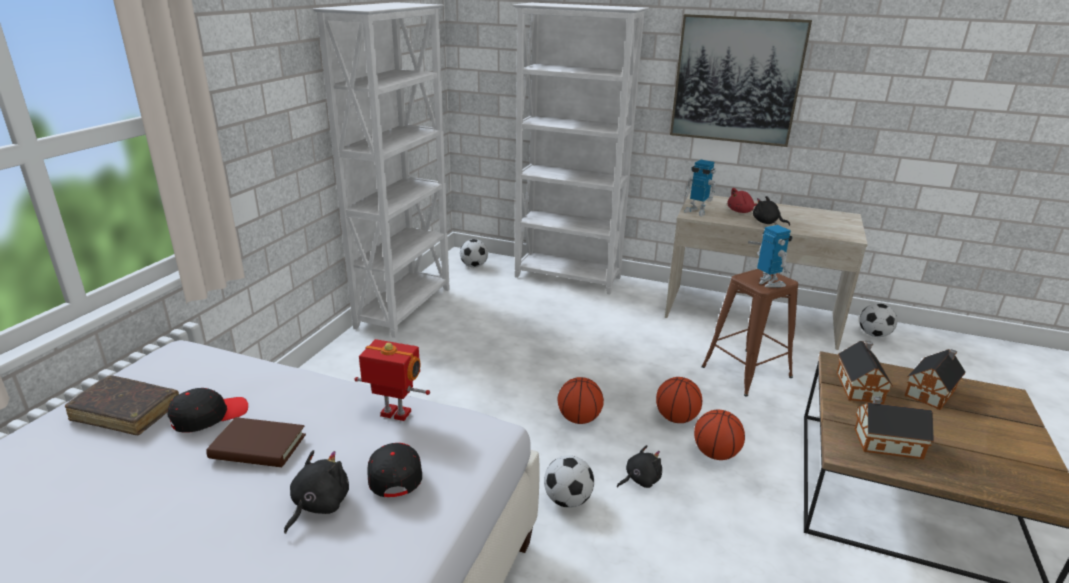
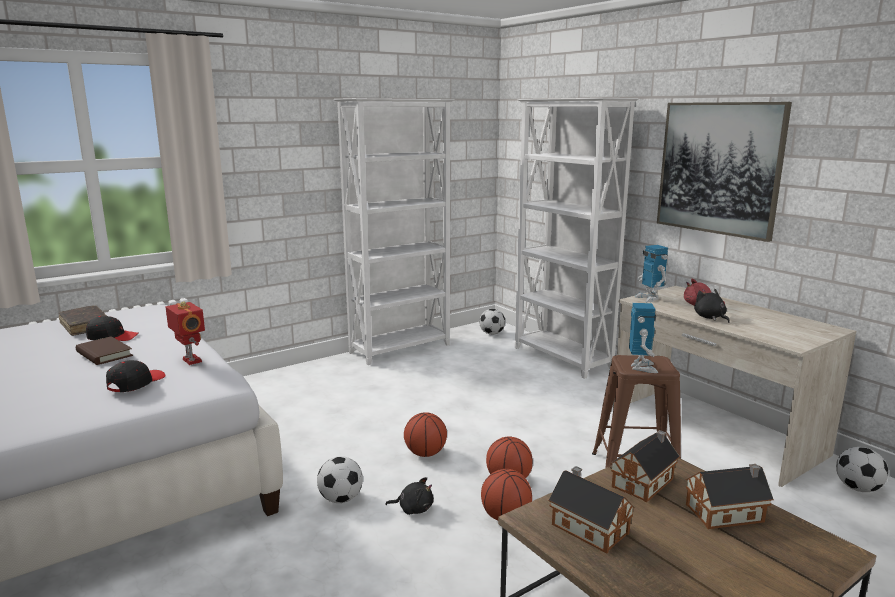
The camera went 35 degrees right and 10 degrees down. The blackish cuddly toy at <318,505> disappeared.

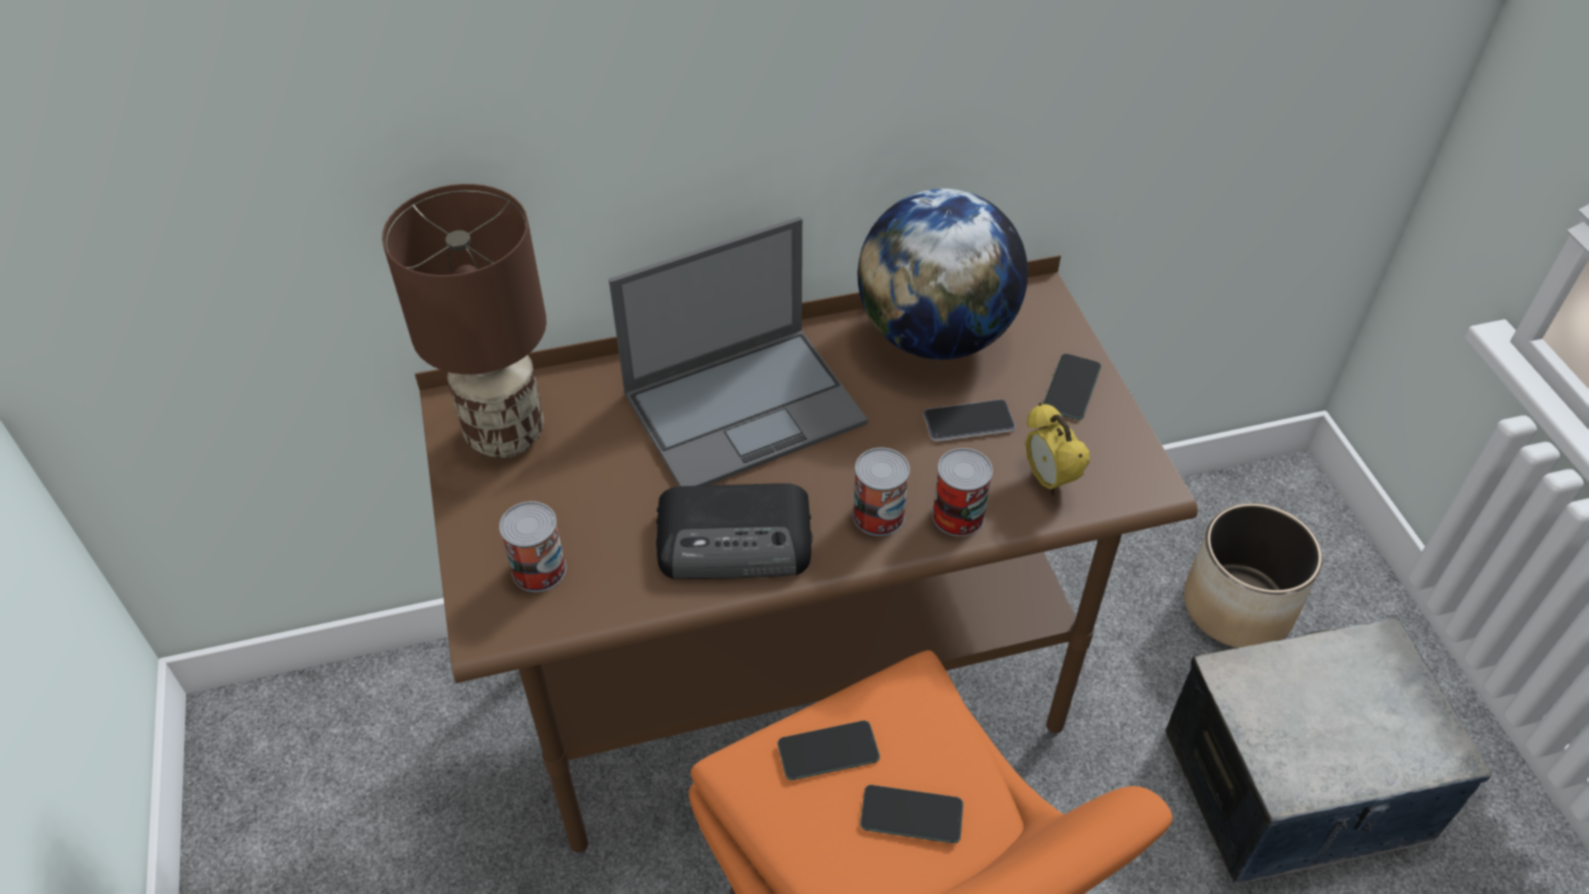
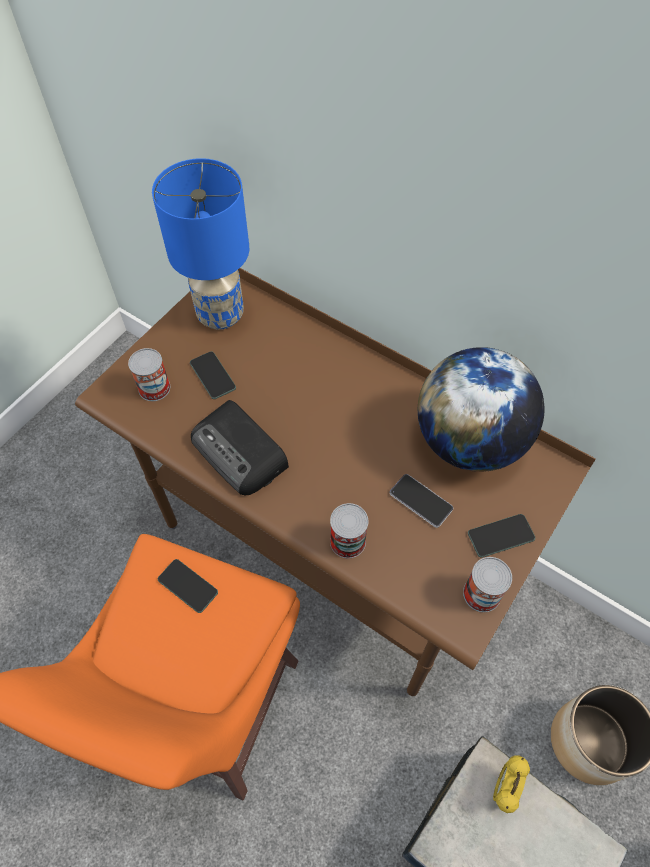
The camera went 50 degrees right and 10 degrees up. The notebook computer at <746,407> disappeared. The sealed can moved from <878,515> to <481,594>. The telephone moved from <911,815> to <212,375>. The bedside clock moved from <1048,480> to <504,788>. The brown tabletop lamp at <505,435> became the blue tabletop lamp at <219,315>.

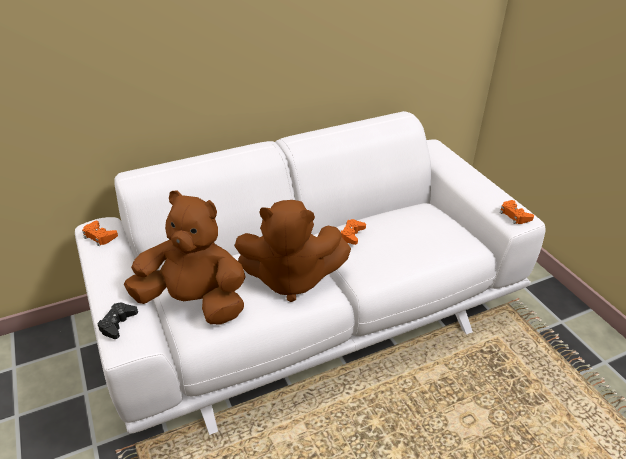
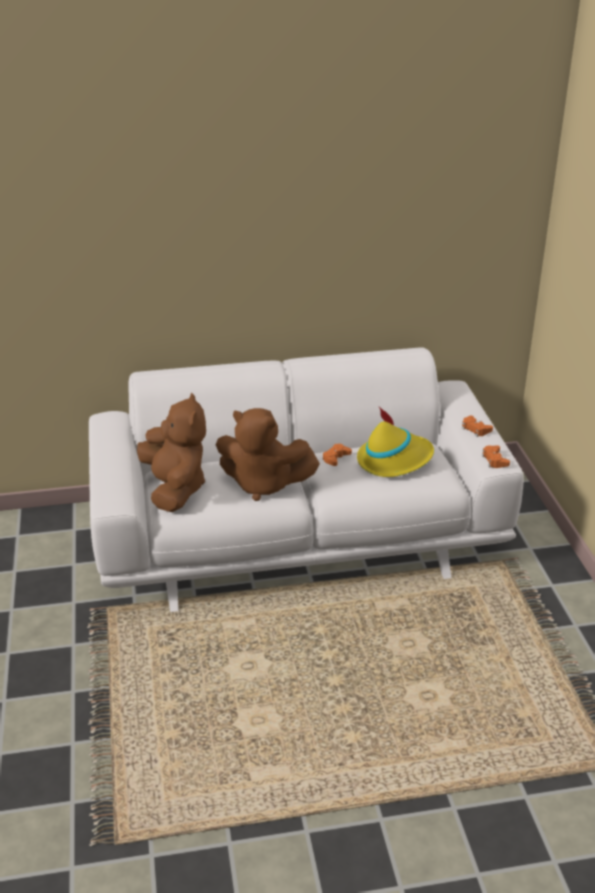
The camera went 15 degrees right and 5 degrees down. The blackish joypad at <118,323> disappeared. The yellowish hat at <394,460> appeared. The orange joypad moved from <100,236> to <475,429>. The brown cuddly toy at <194,302> turned 45 degrees clockwise.

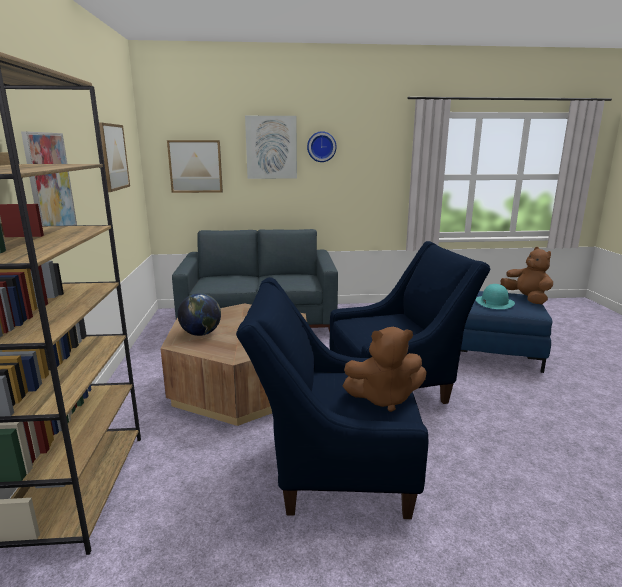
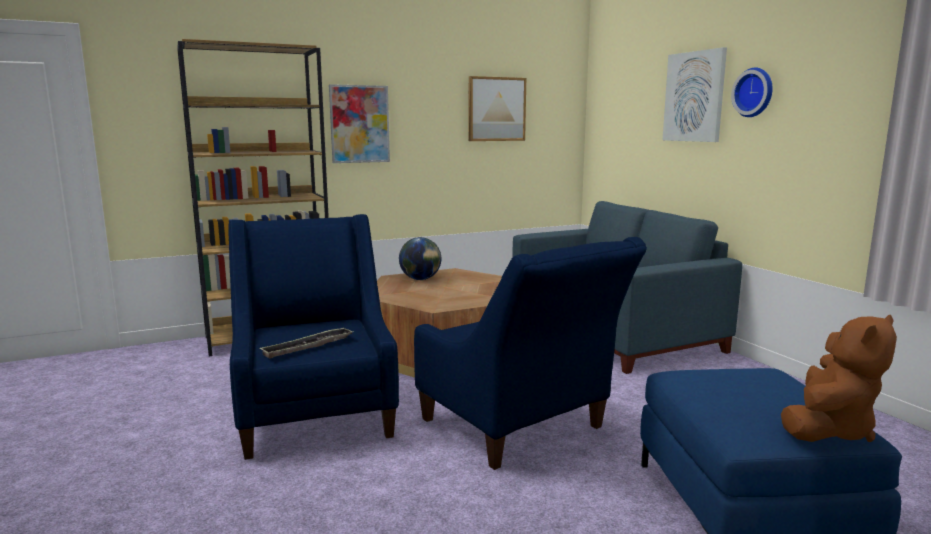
The camera went 70 degrees right and 5 degrees down. The wall picture at <195,166> disappeared. The turquoise hat at <494,302> disappeared. The brown cuddly toy at <384,398> was replaced by the tray at <308,347>.

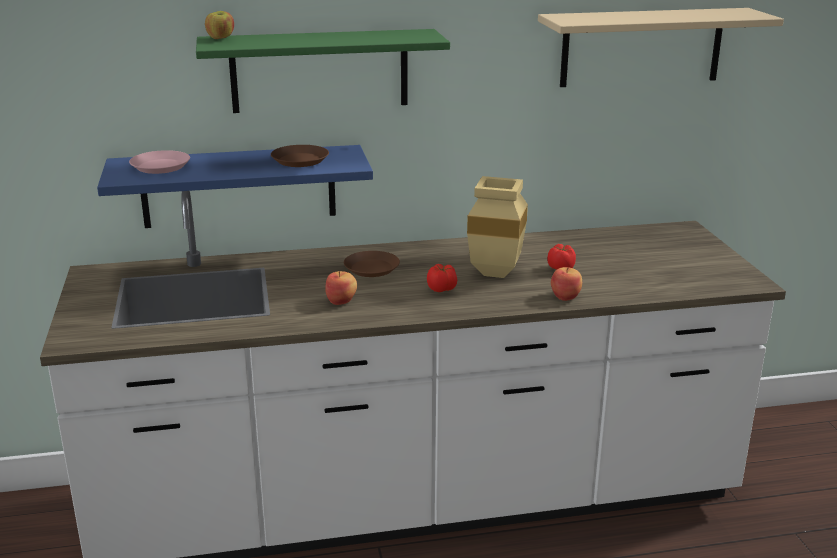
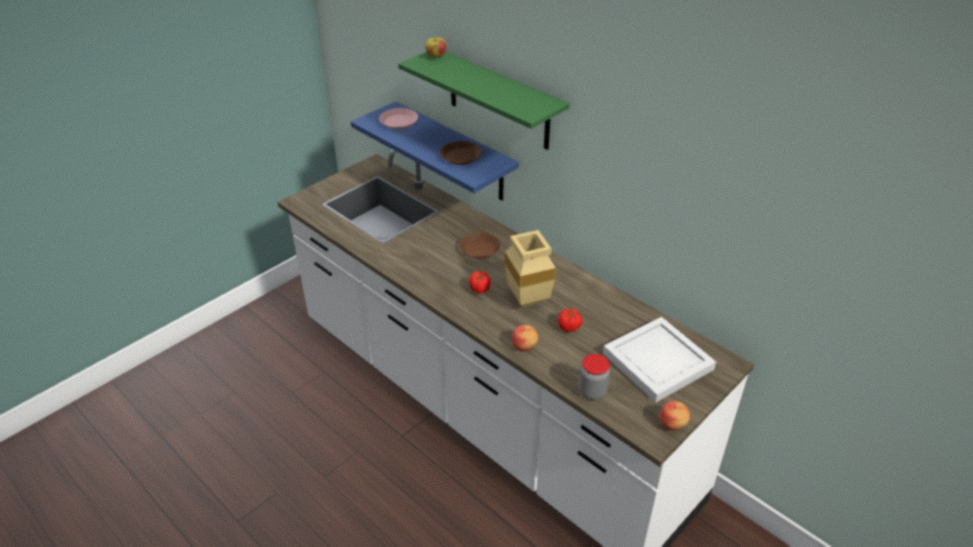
The camera went 55 degrees right and 15 degrees up. The sand-coloured wall shelf at <641,47> disappeared. The preserve jar at <592,392> appeared. The white-coloured tray at <657,360> appeared. The apple moved from <341,301> to <672,424>.

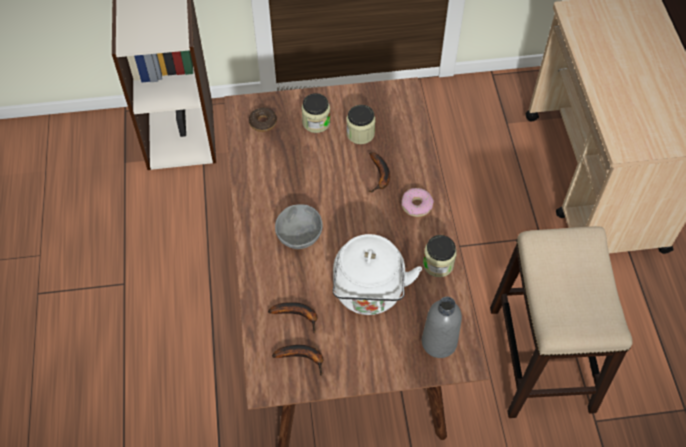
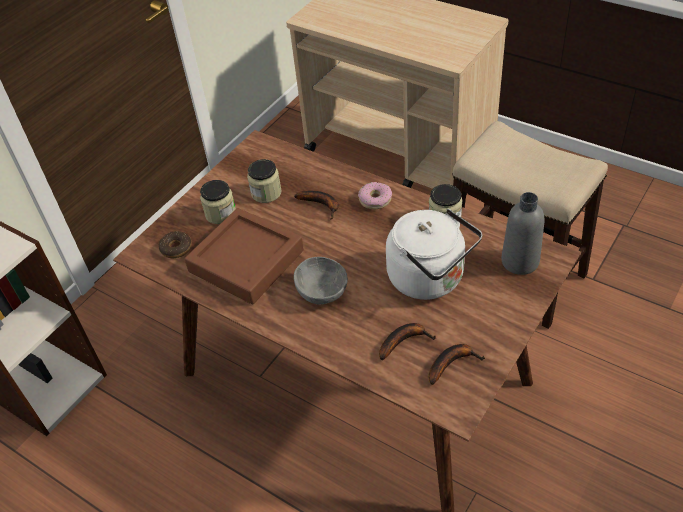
The camera went 45 degrees left and 10 degrees down. The brown tray at <246,261> appeared.

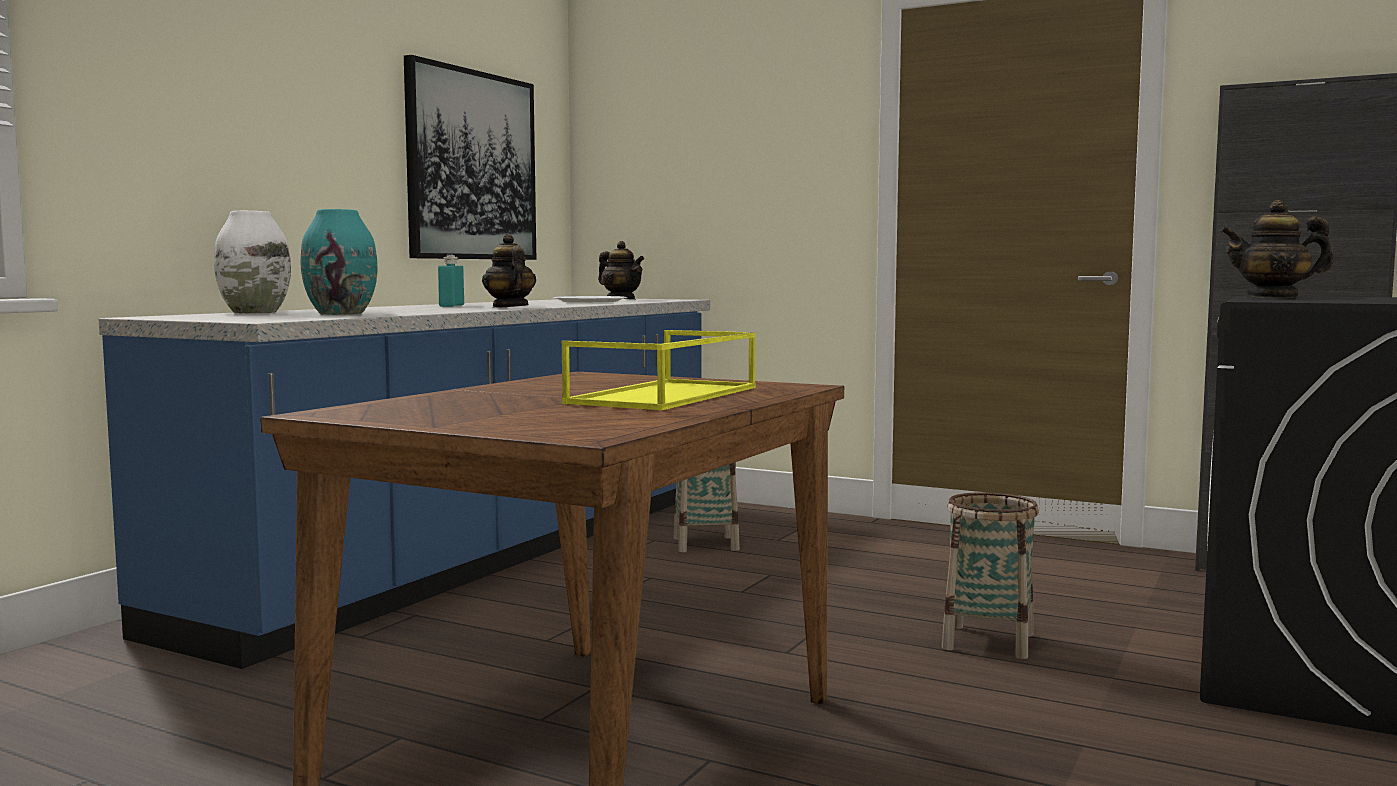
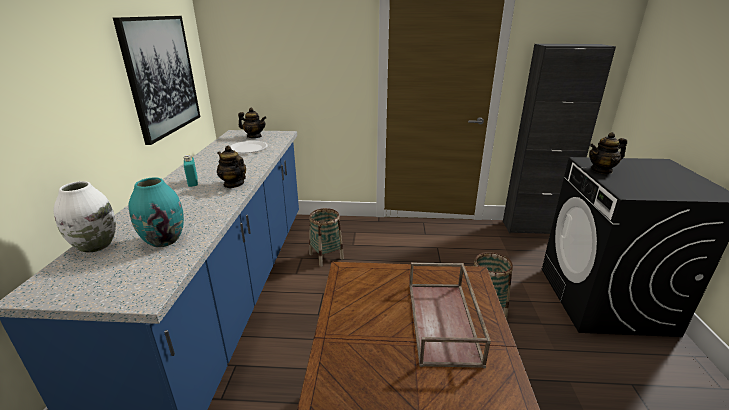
The camera went 25 degrees left and 20 degrees up. The yellowish tray at <665,395> became the brown tray at <444,322>.

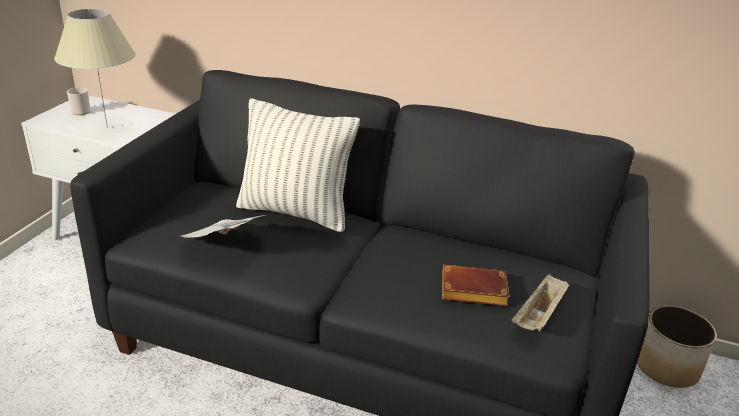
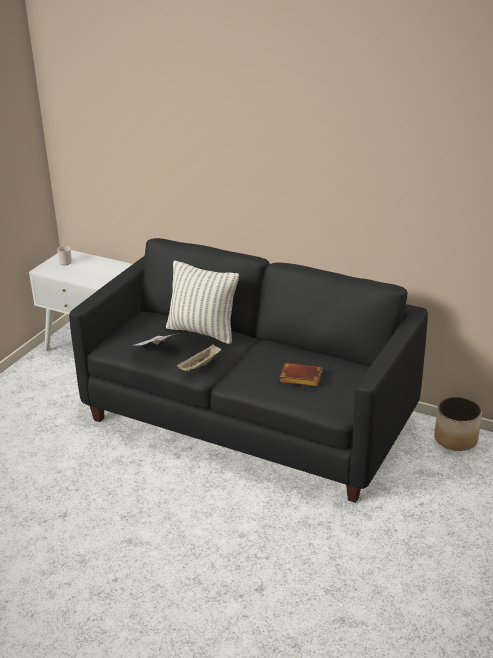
The camera went 10 degrees right and 0 degrees up. The sand-coloured tabletop lamp at <106,127> disappeared. The sand-coloured tray moved from <539,316> to <200,366>.

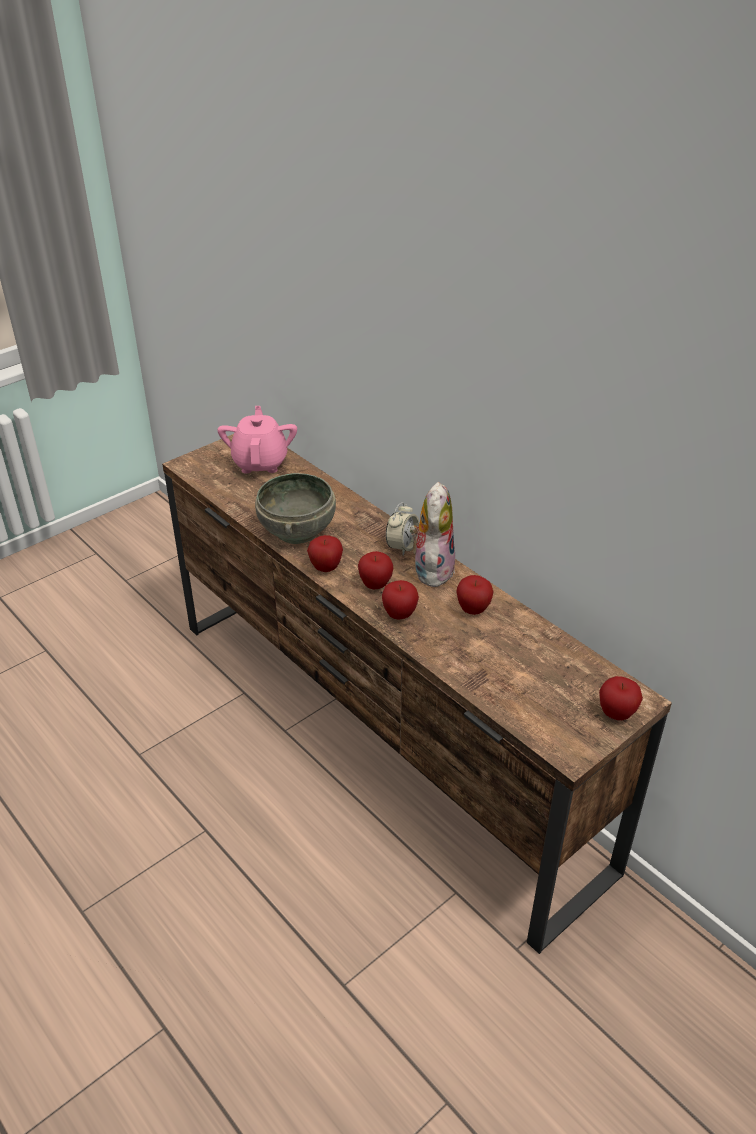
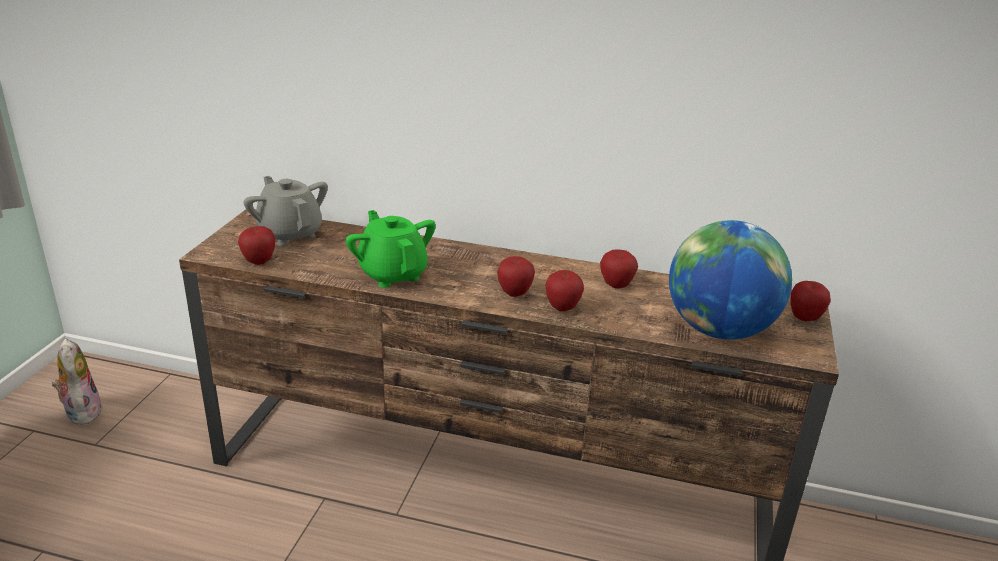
The camera went 35 degrees left and 10 degrees down. The bedside clock at <402,546> disappeared. The world globe at <718,330> appeared. The apple moved from <325,568> to <259,261>. The cuddly toy moved from <431,569> to <81,411>. The gray deep dish at <298,530> was replaced by the green tea pot at <392,274>. The pink-coloured tea pot at <260,462> became the gray tea pot at <290,233>.

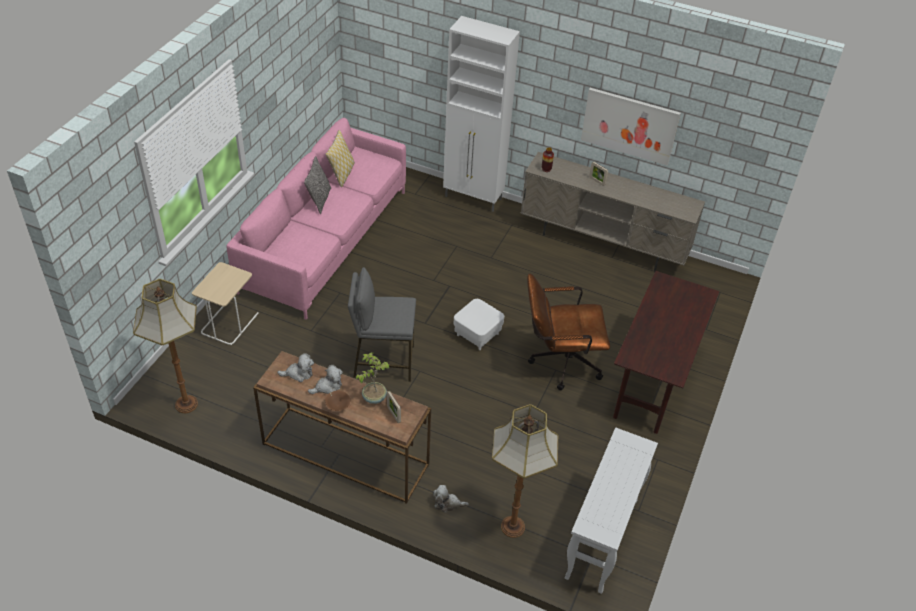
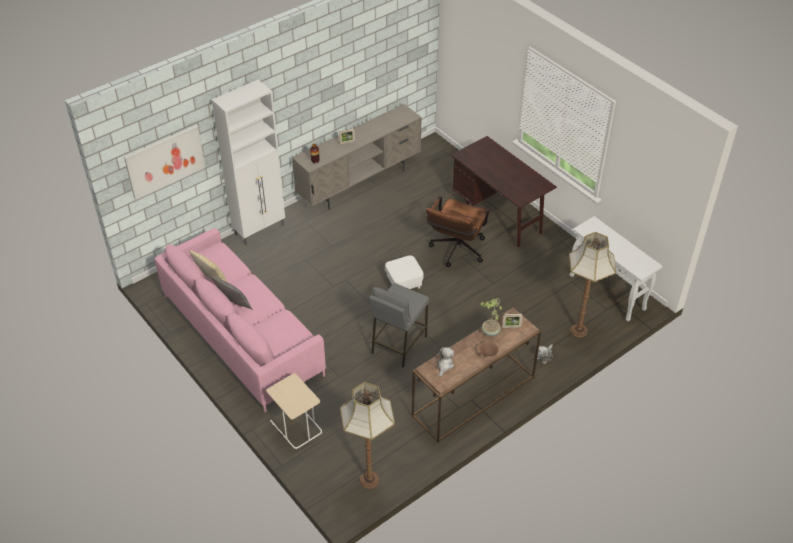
The camera went 60 degrees left and 0 degrees up. The cuddly toy at <327,386> disappeared. The wall picture moved from <629,125> to <165,161>.

